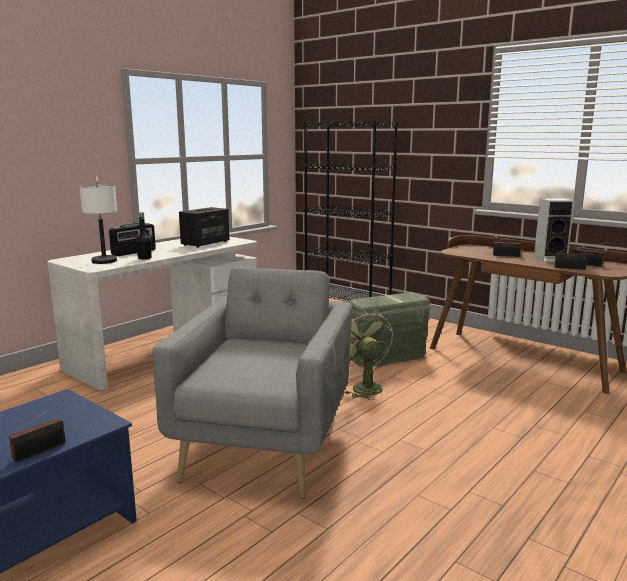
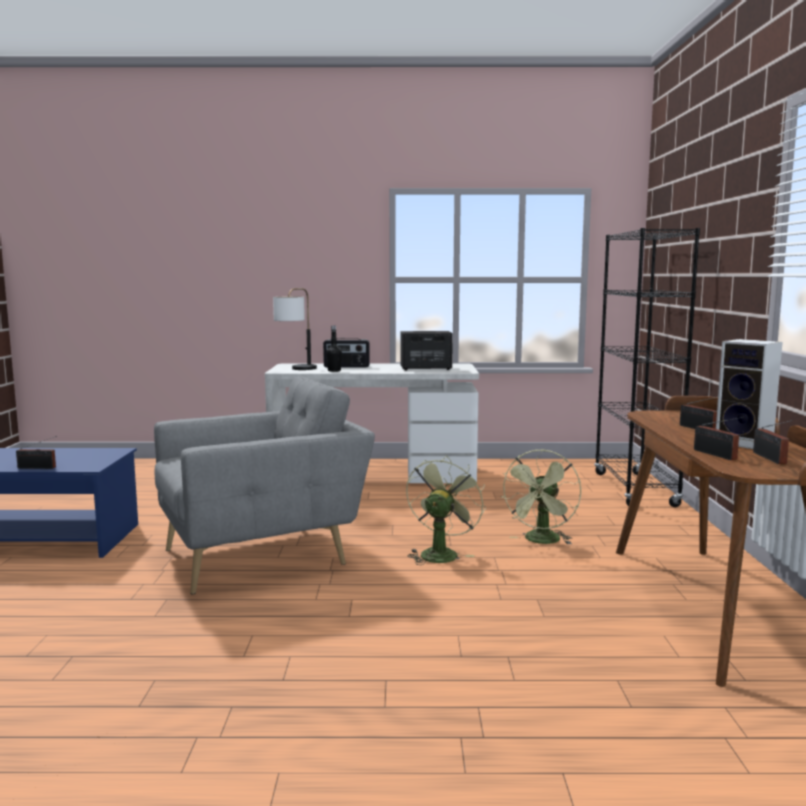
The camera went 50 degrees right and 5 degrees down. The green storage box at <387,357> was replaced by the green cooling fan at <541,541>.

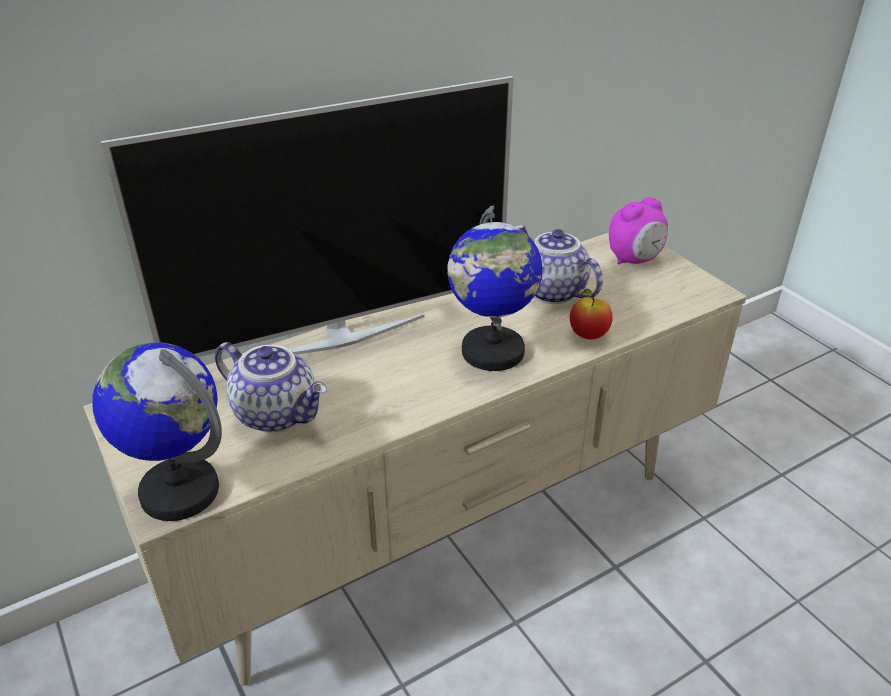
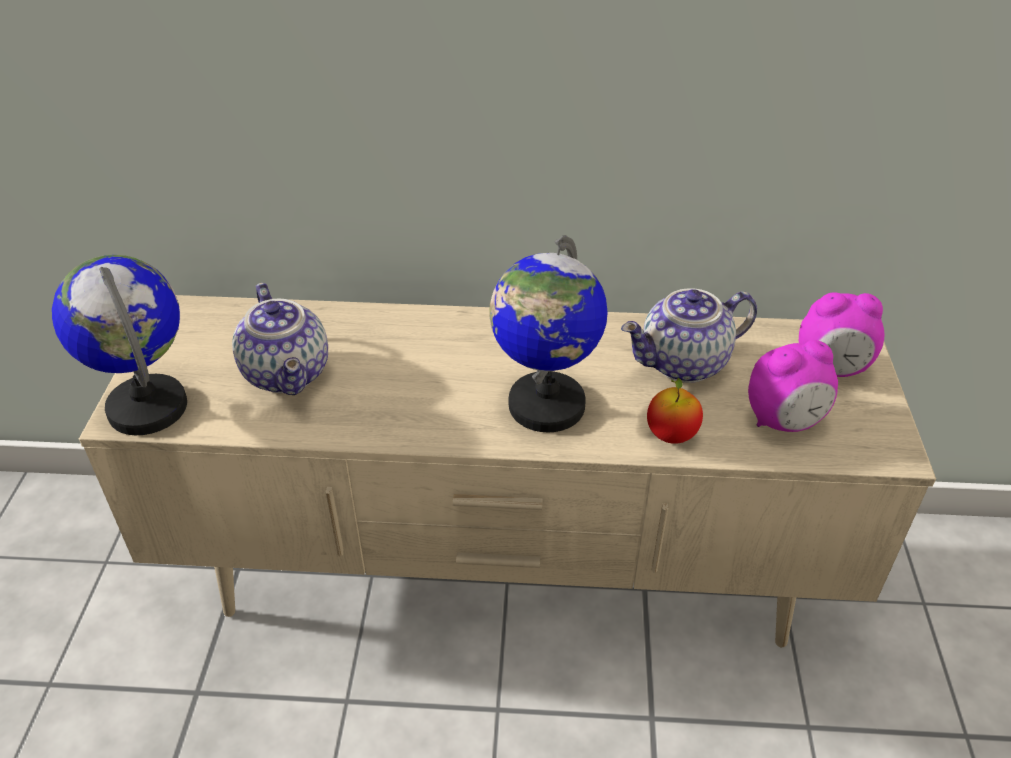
The camera went 35 degrees right and 5 degrees up. The TV at <341,336> disappeared. The bedside clock at <784,421> appeared. The tea pot at <550,291> turned 105 degrees counterclockwise.

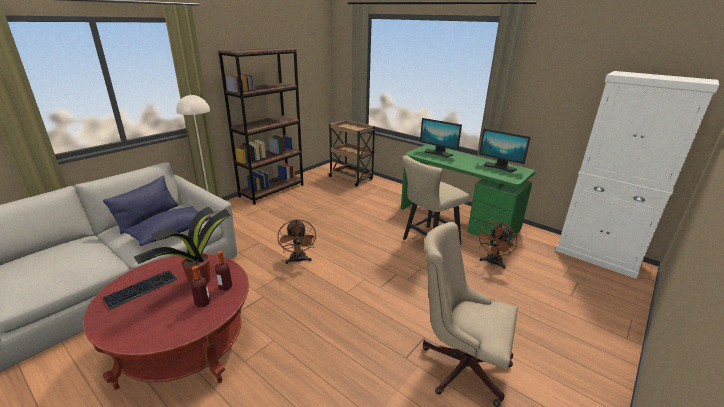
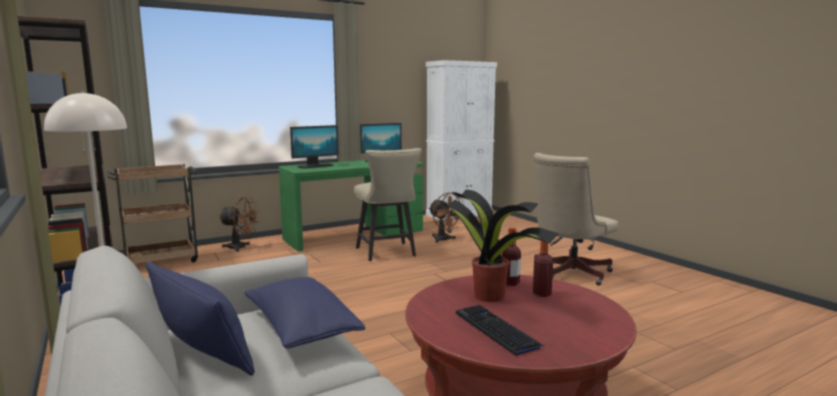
The camera went 70 degrees left and 15 degrees down. The brown cooling fan moved from <298,260> to <241,247>.

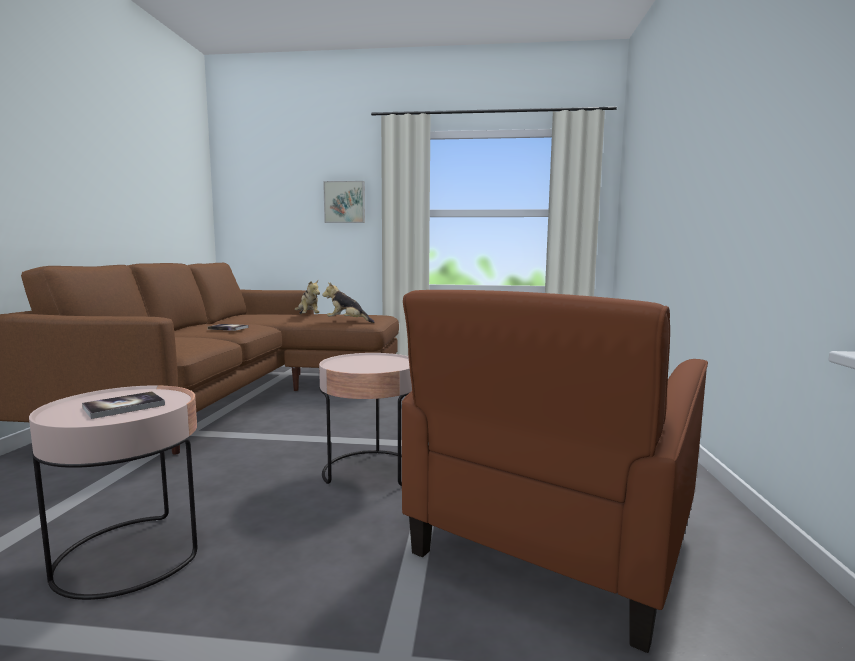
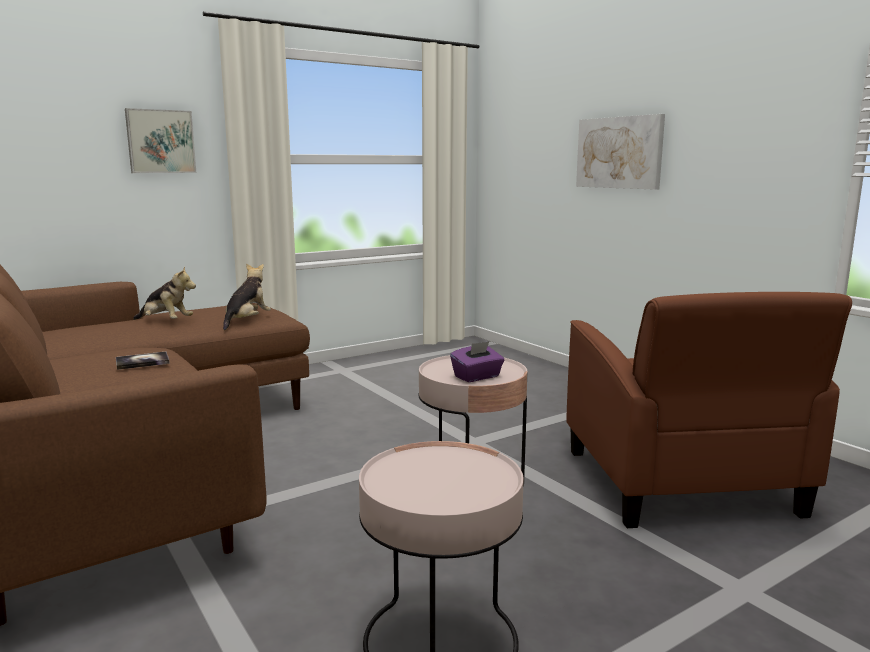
The camera went 40 degrees left and 5 degrees up. The volume at <124,406> disappeared. The purple-coloured box of tissues at <477,377> appeared. The wall picture at <619,152> appeared. The cuddly toy at <347,321> turned 135 degrees clockwise.

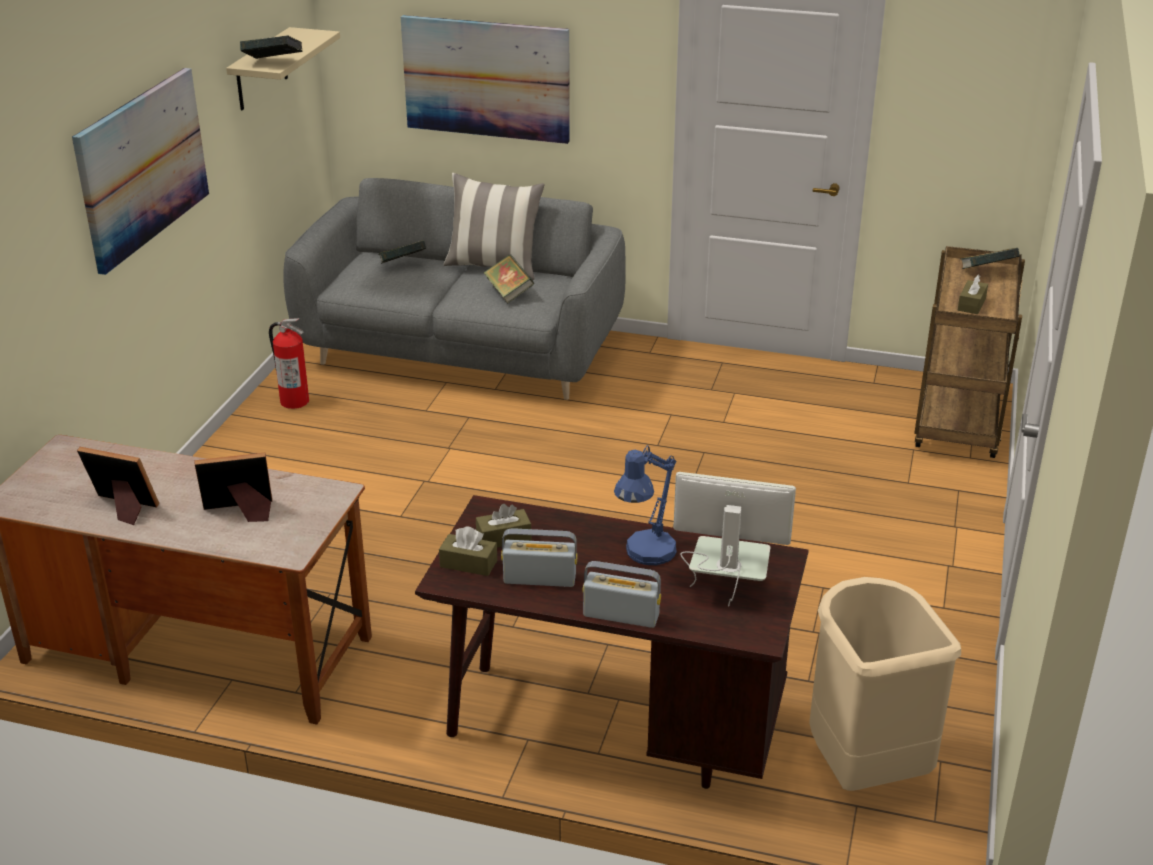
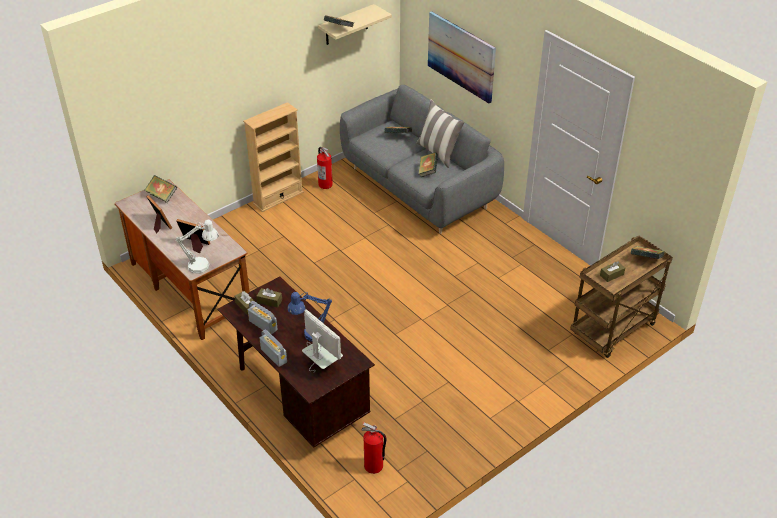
The camera went 35 degrees right and 10 degrees up. The wall picture at <142,167> disappeared. The volume at <162,196> appeared. The white-coloured tabletop lamp at <203,266> appeared. The sand-coloured shelving unit at <278,198> appeared. The sand-coloured rubbish bin at <863,768> was replaced by the fire-fighting cylinder at <374,466>.

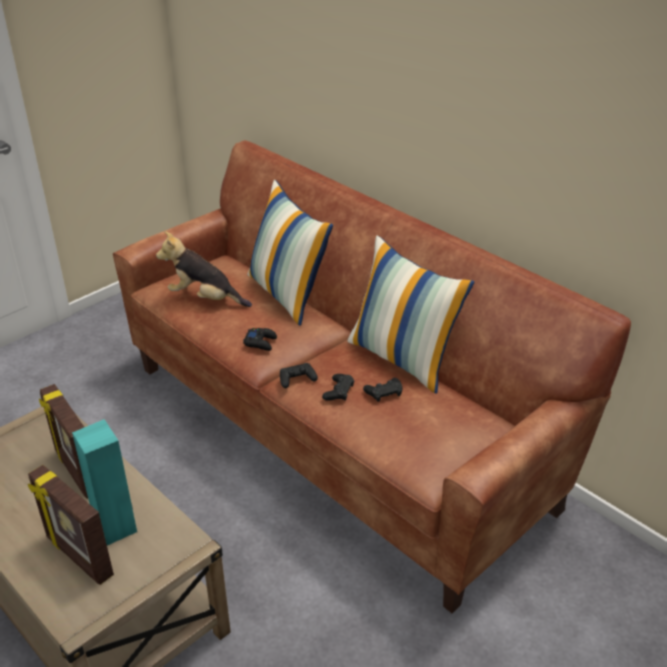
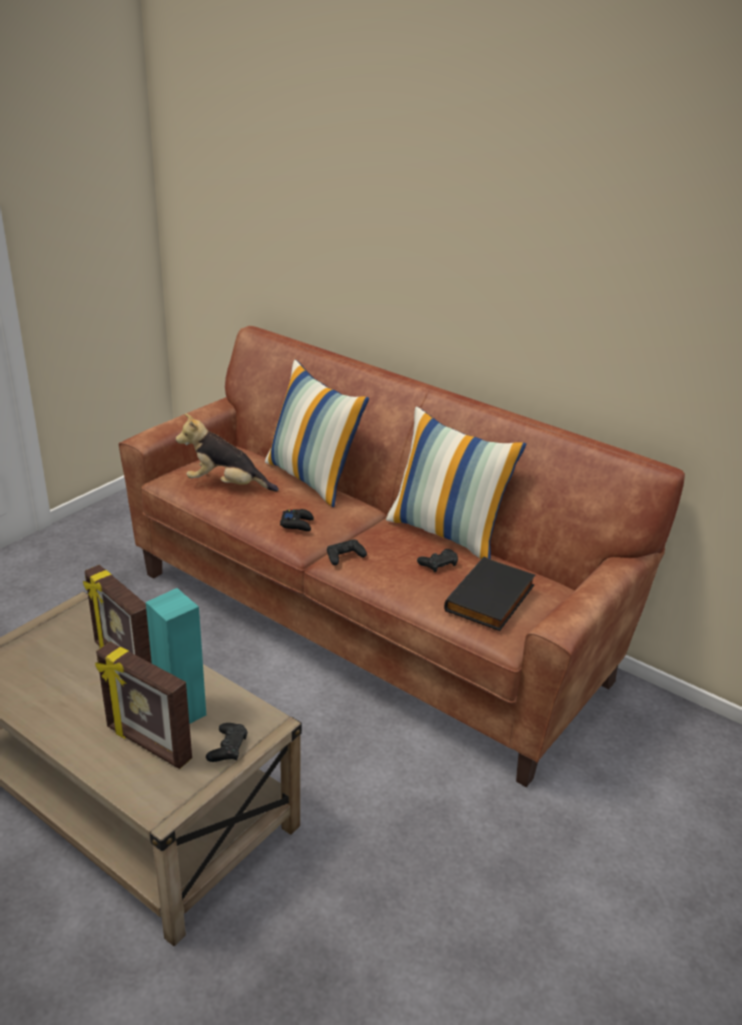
The camera went 10 degrees left and 5 degrees down. The blackish volume at <492,599> appeared. The blackish joypad moved from <338,391> to <227,747>.

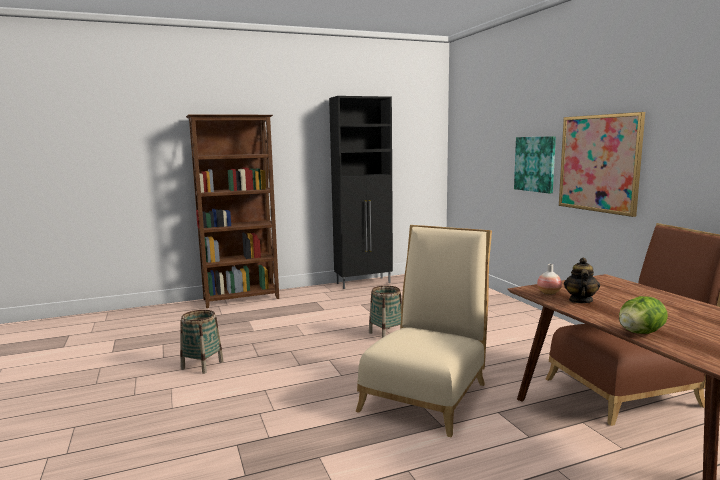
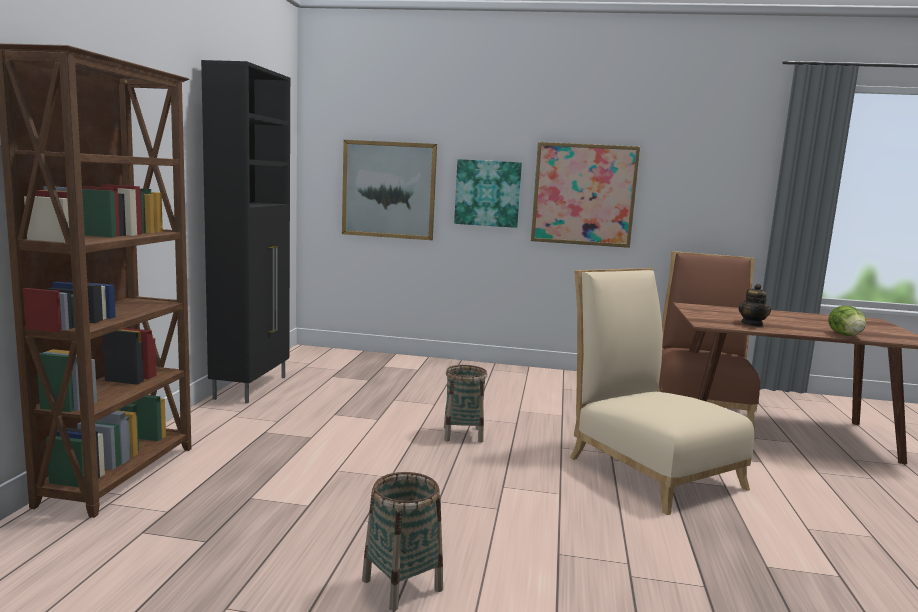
The camera went 60 degrees left and 0 degrees up. The vase at <548,293> disappeared. The wall picture at <389,190> appeared. The tea pot at <580,300> turned 135 degrees counterclockwise.

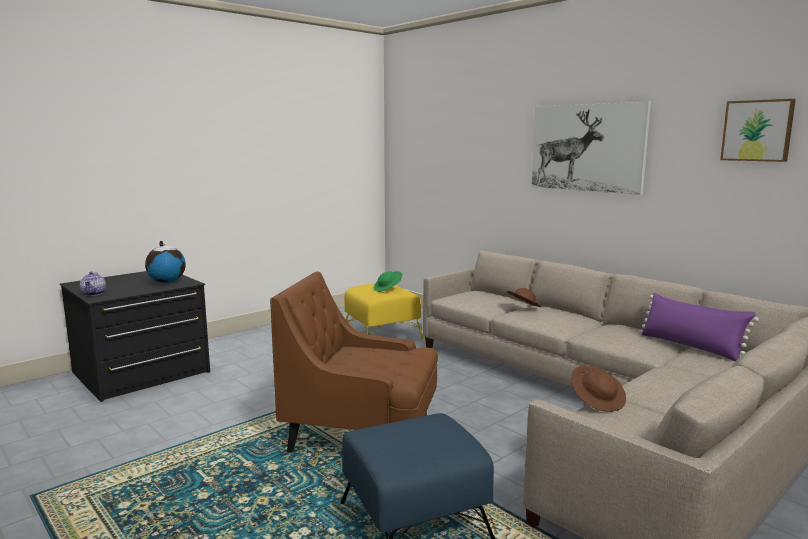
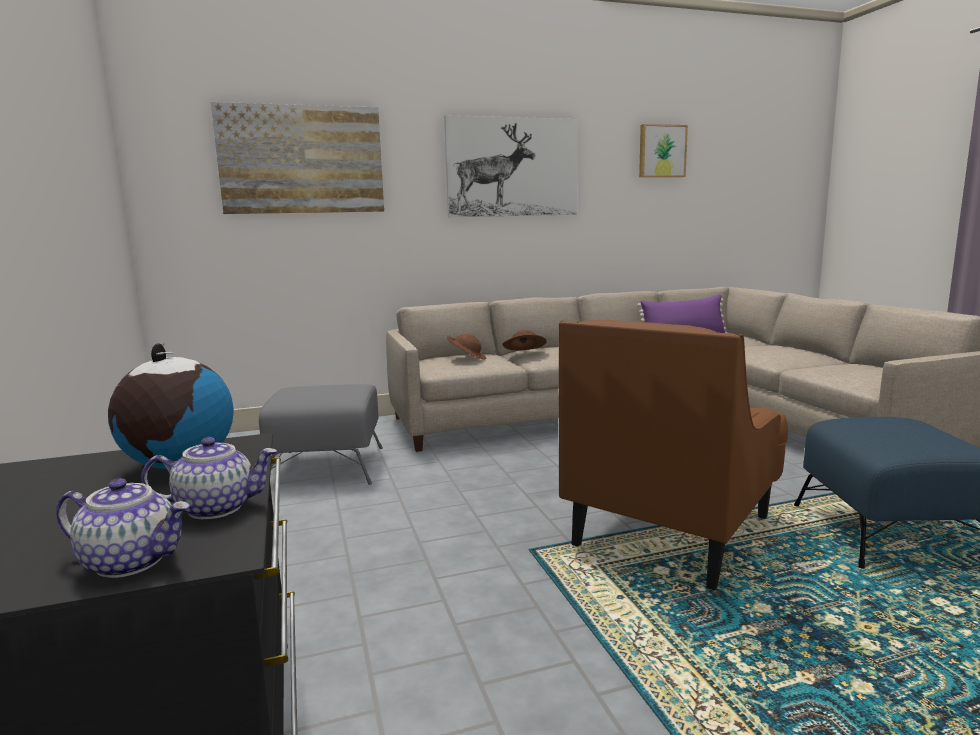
The camera went 65 degrees left and 0 degrees up. The green hat at <388,289> disappeared. The tea pot at <217,507> appeared. The wall picture at <302,160> appeared. The brown hat moved from <597,401> to <467,359>. The yellowish footrest at <382,334> became the gray footrest at <326,467>.

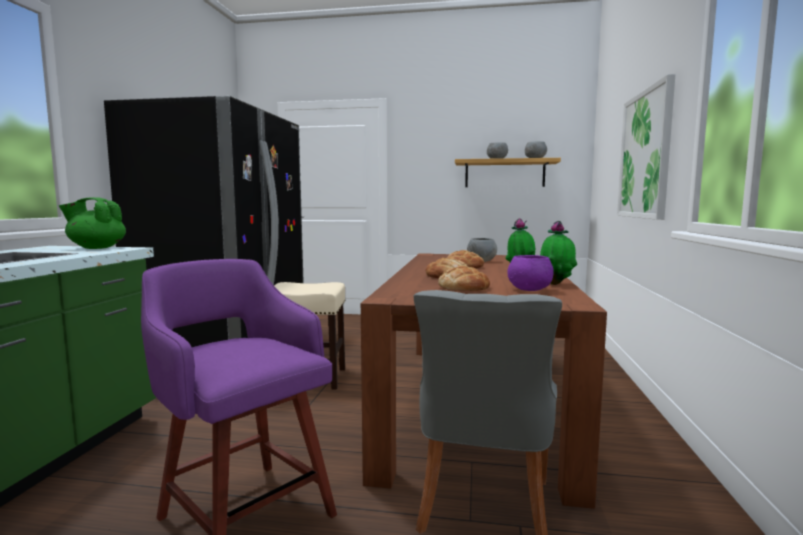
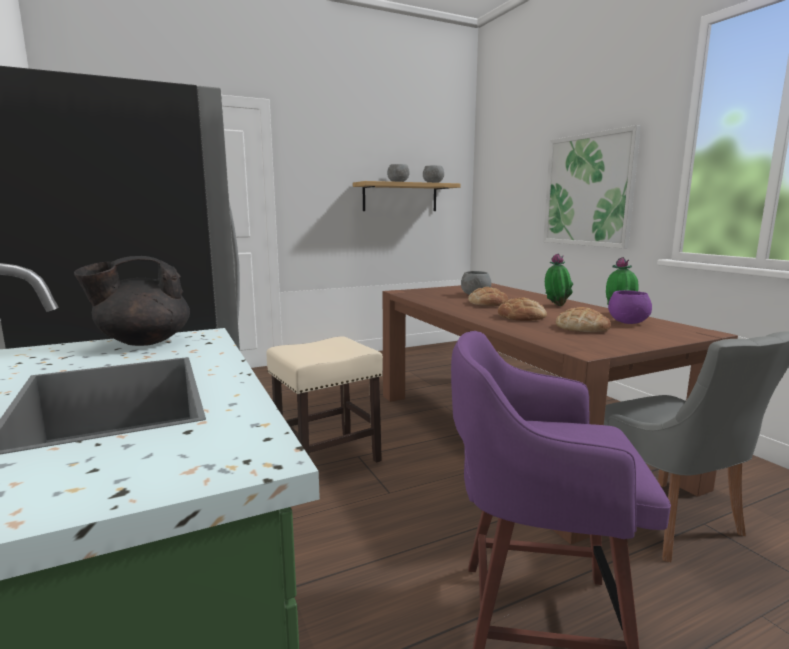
The camera went 35 degrees left and 5 degrees up. The green tea pot at <96,248> became the blackish tea pot at <143,342>.

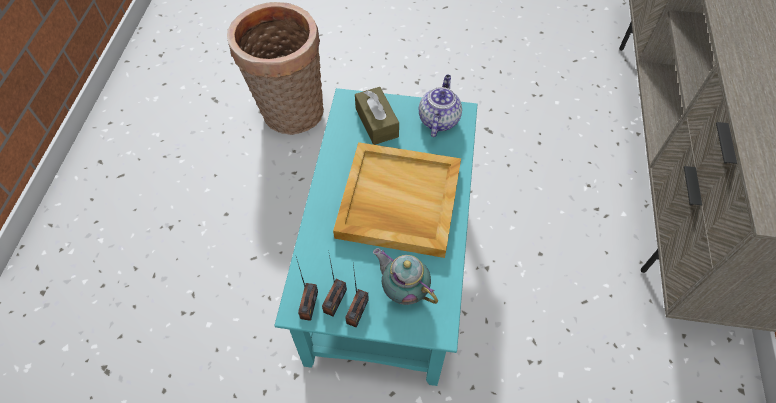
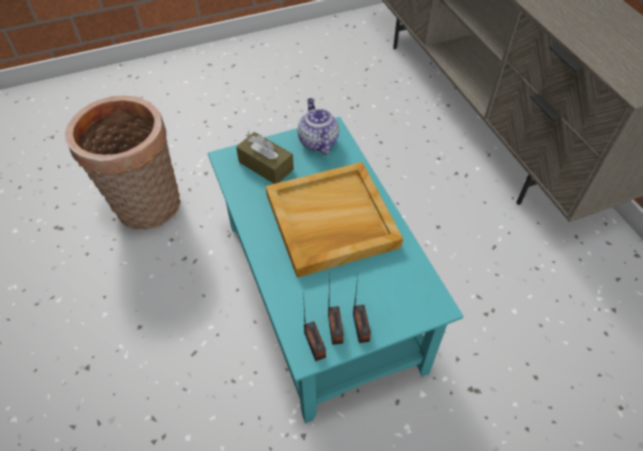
The camera went 30 degrees left and 5 degrees down. The tea pot at <403,290> disappeared.

